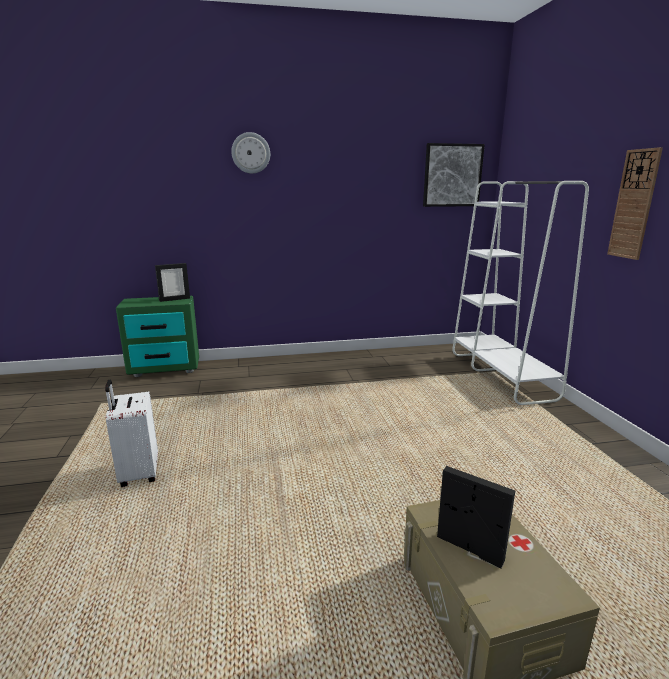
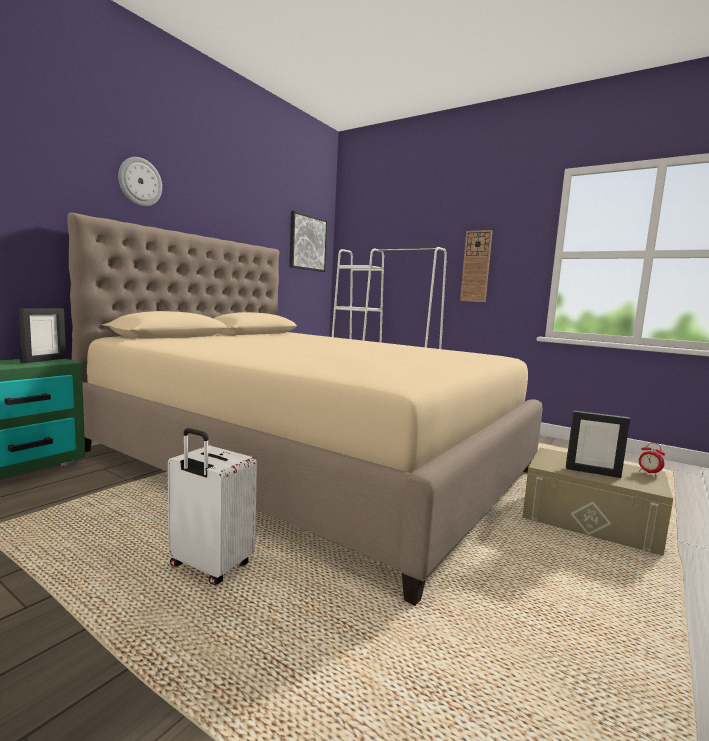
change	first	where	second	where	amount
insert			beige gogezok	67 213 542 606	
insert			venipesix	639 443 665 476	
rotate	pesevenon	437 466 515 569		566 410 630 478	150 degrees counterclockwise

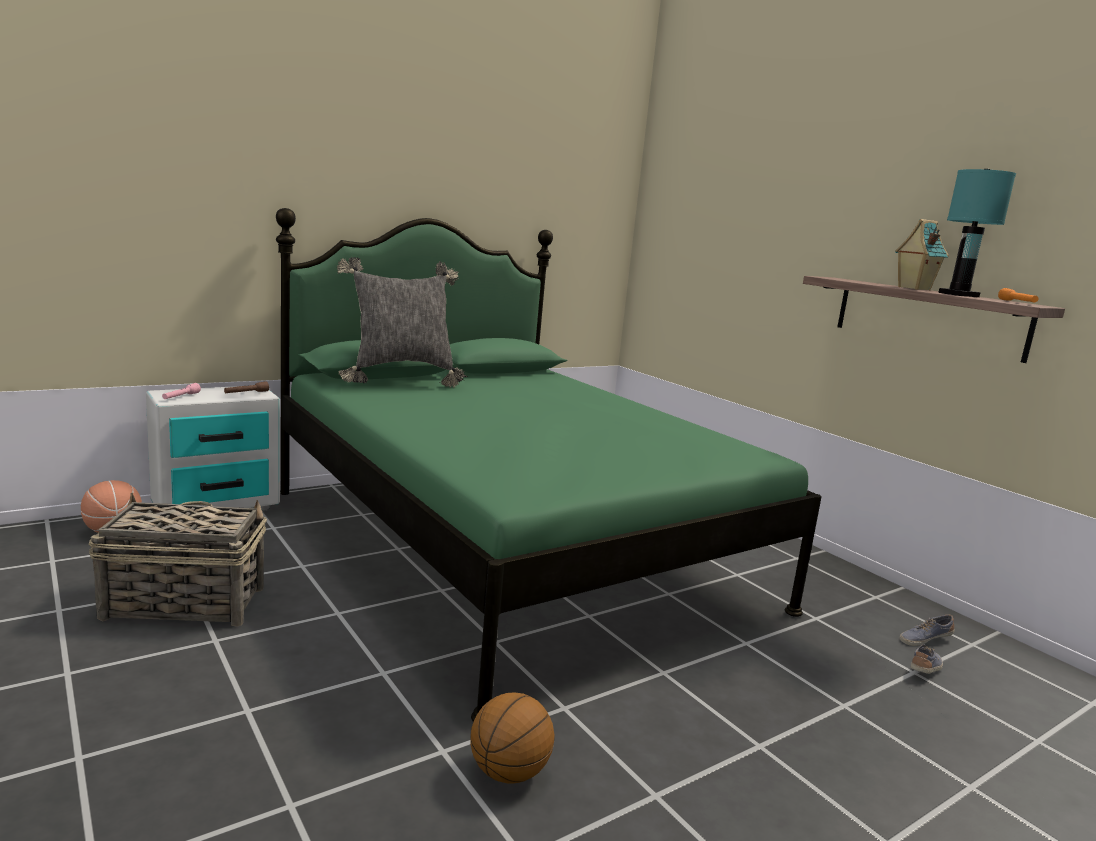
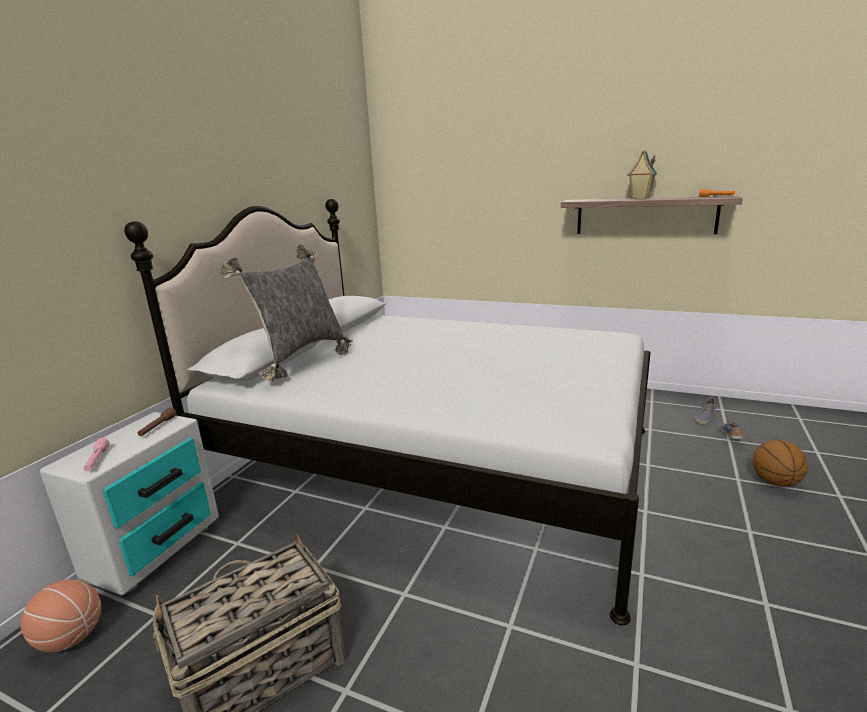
change	first	where	second	where	amount
delete	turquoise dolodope	938 169 1016 297			
move	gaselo	470 693 554 783		753 440 808 487	
recolor	green gogezok	276 208 822 722	white gogezok	124 199 651 625	

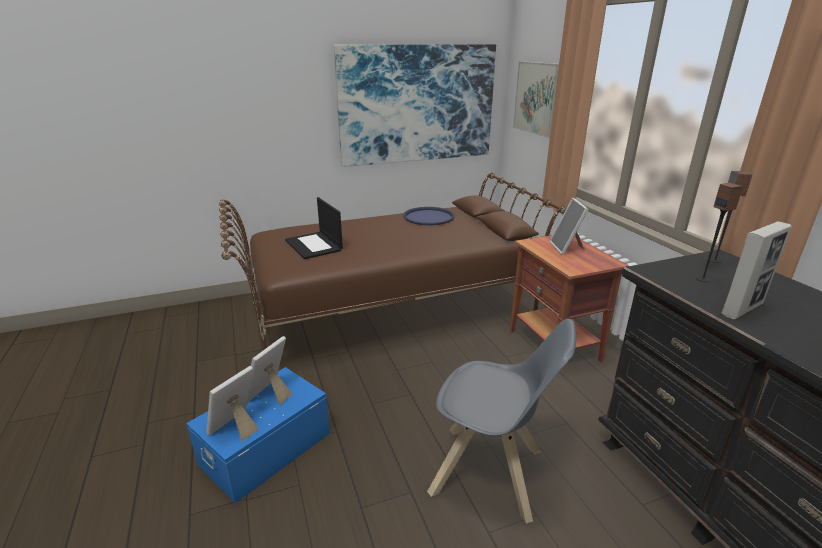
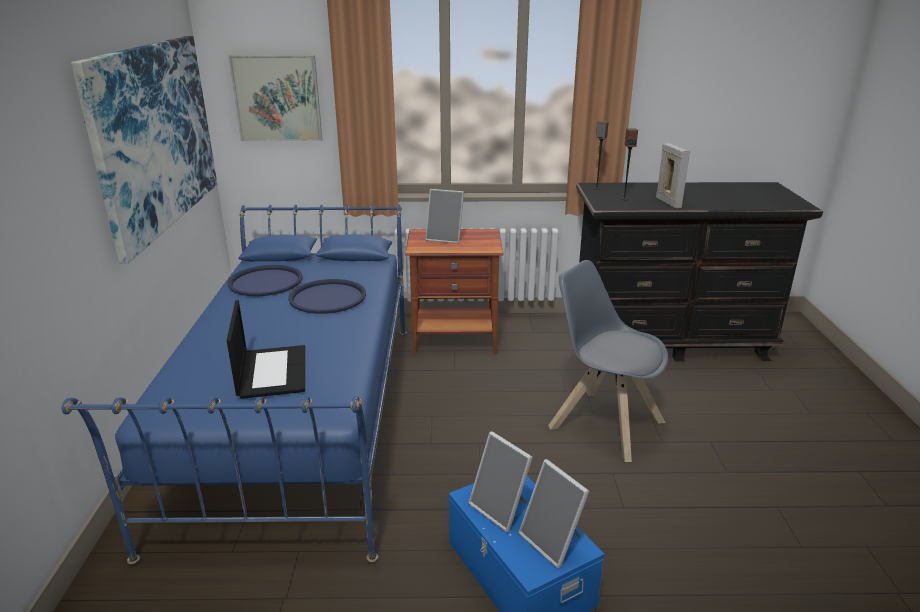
change	first	where	second	where	amount
insert			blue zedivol	288 279 366 314	
recolor	brown gogezok	219 173 566 351	blue gogezok	61 204 407 565	
rotate	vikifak	285 197 343 259		227 300 305 399	90 degrees counterclockwise
rotate	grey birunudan	427 319 576 524		548 260 668 462	90 degrees counterclockwise

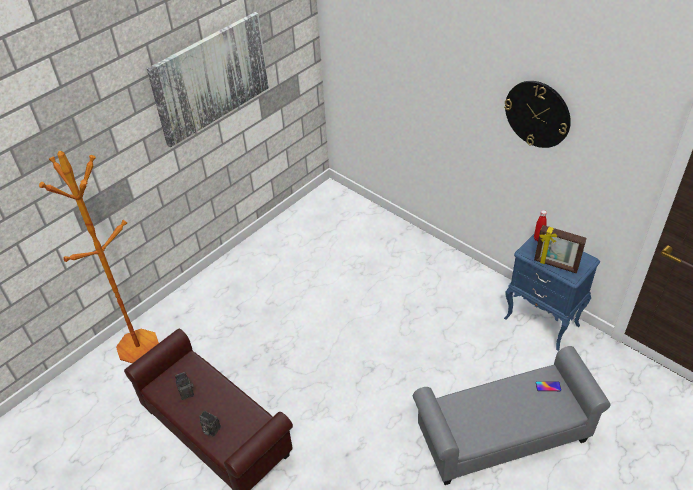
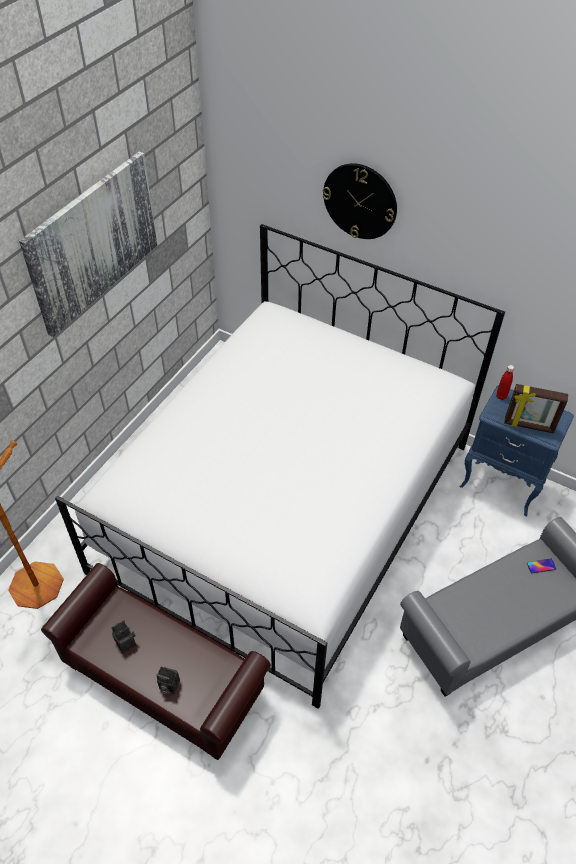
change	first	where	second	where	amount
insert			white gogezok	55 224 505 709	
move	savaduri	504 81 571 148		323 163 397 239	

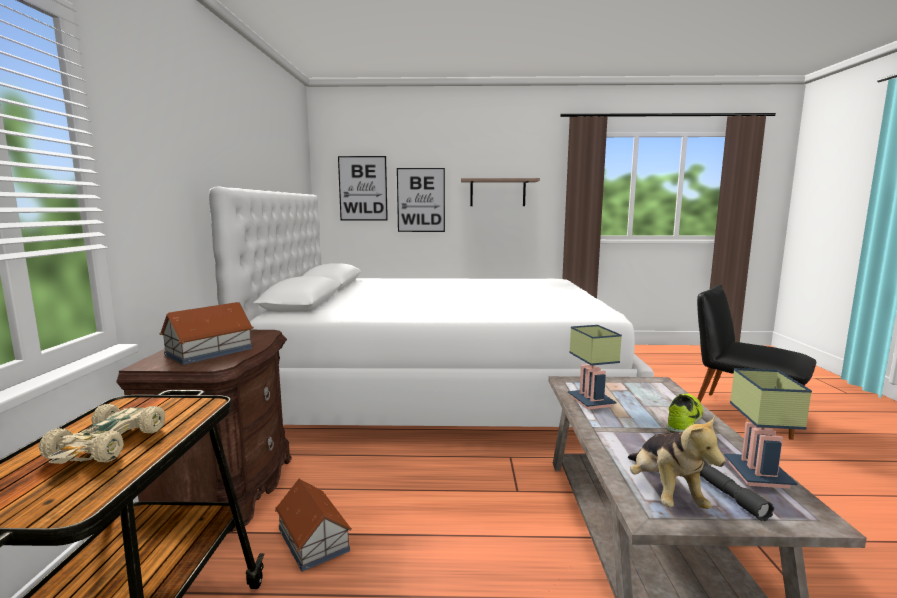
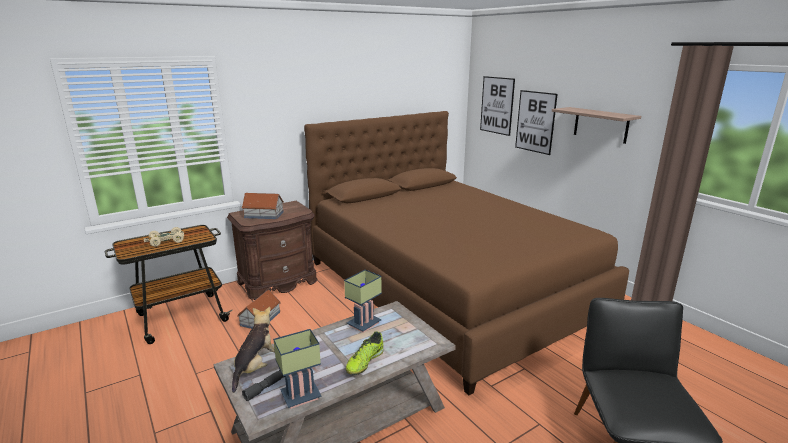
change	first	where	second	where	amount
recolor	white gogezok	209 186 654 427	brown gogezok	304 111 629 395	
rotate	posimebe	628 415 726 509		232 307 275 393	150 degrees clockwise
rotate	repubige	666 394 703 433		346 331 384 375	120 degrees clockwise

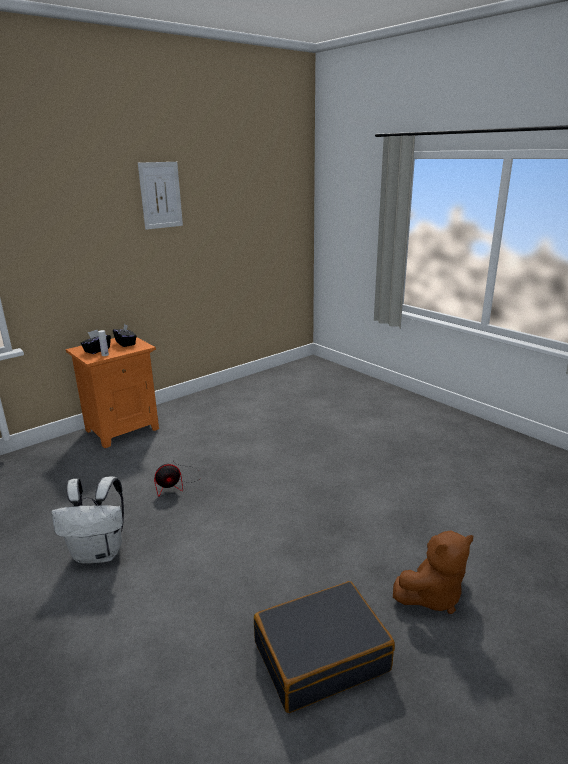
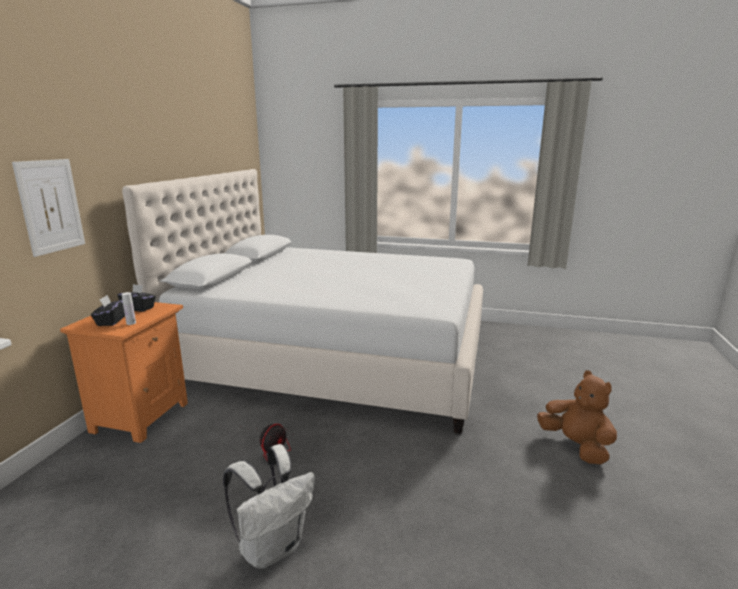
change	first	where	second	where	amount
delete	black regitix	254 581 395 713			
insert			white gogezok	122 169 483 434	
move	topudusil	138 162 183 230		12 159 85 257	
rotate	brown posimebe	393 530 473 614		537 370 617 464	60 degrees counterclockwise

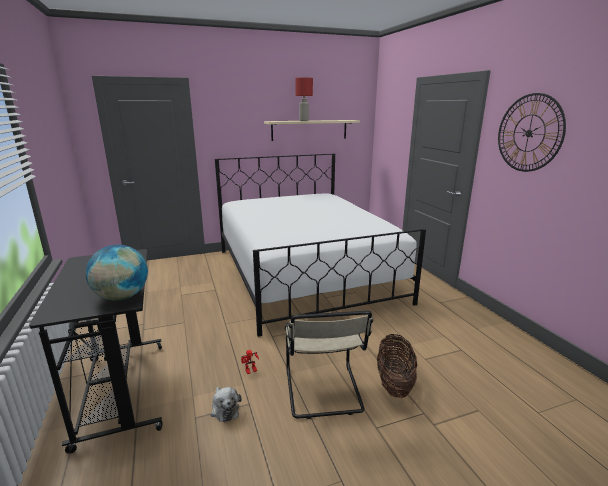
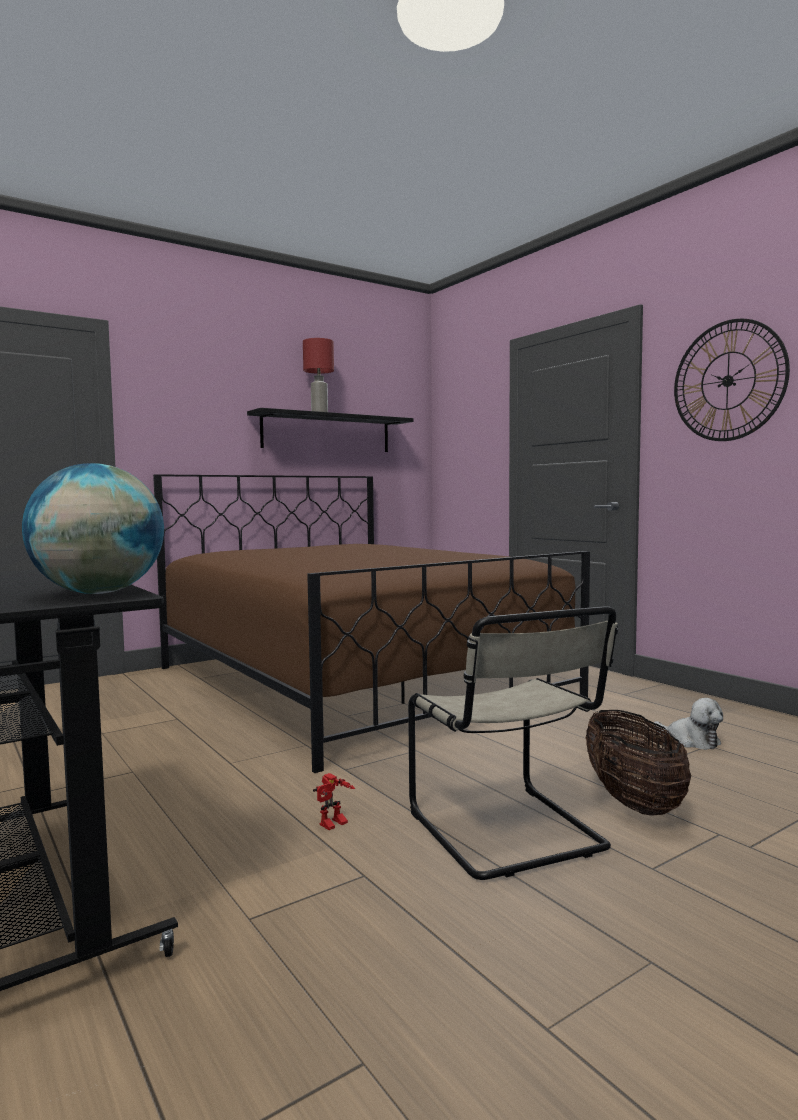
change	first	where	second	where	amount
move	posimebe	211 387 242 422		654 698 723 750	
recolor	white gogezok	215 154 426 337	brown gogezok	153 474 590 773	
recolor	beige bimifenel	264 120 360 141	black bimifenel	247 408 413 452	

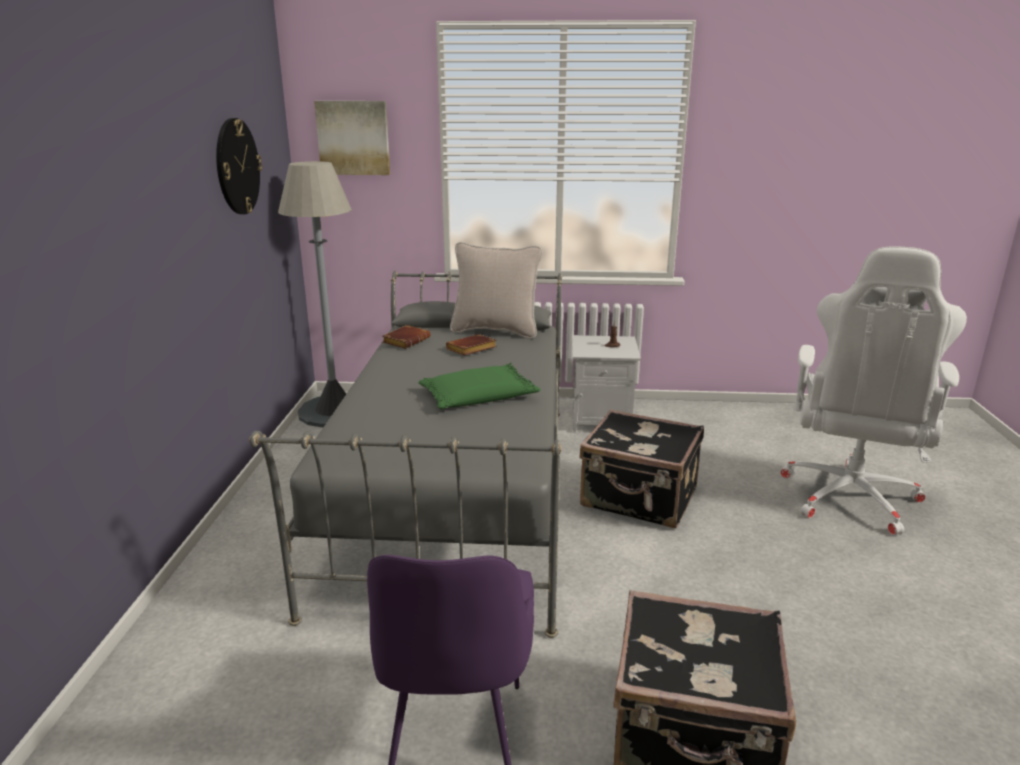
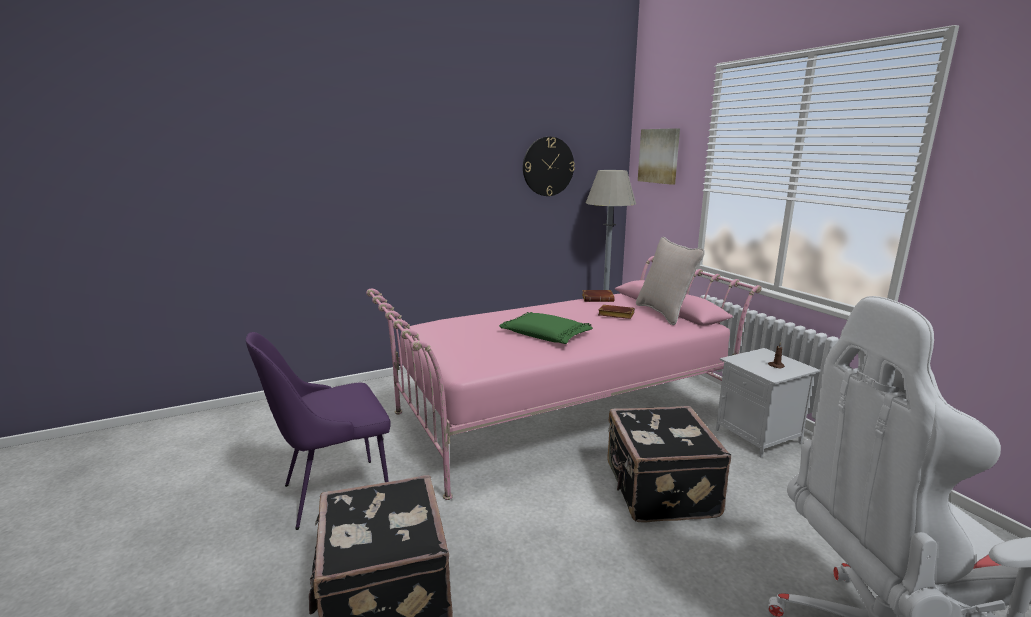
change	first	where	second	where	amount
recolor	grey gogezok	249 271 562 638	pink gogezok	366 256 762 500	

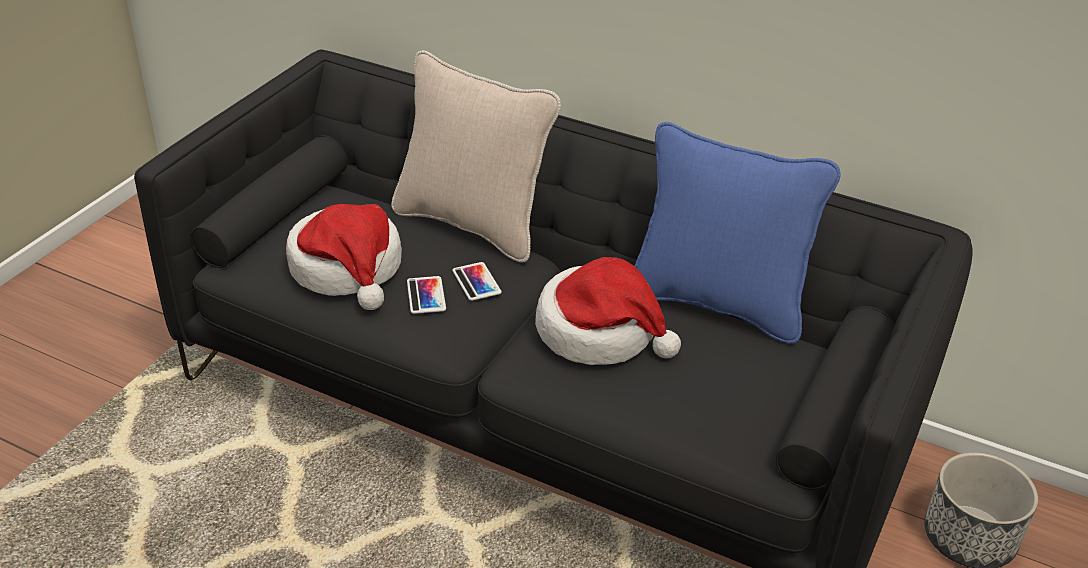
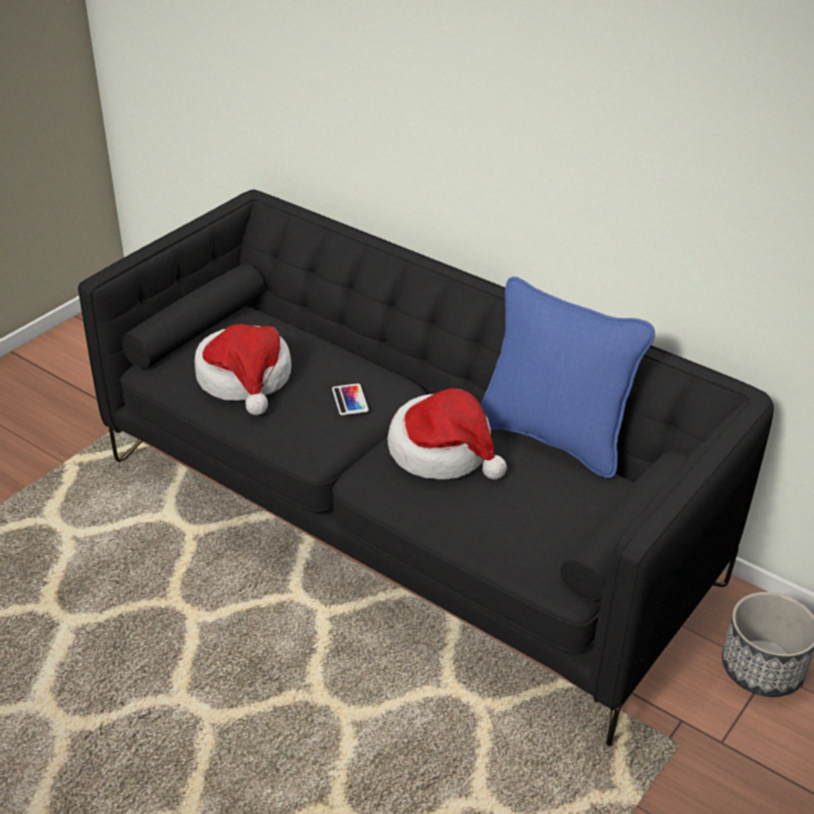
change	first	where	second	where	amount
delete	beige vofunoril	391 50 561 263			
delete	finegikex	407 276 446 314			

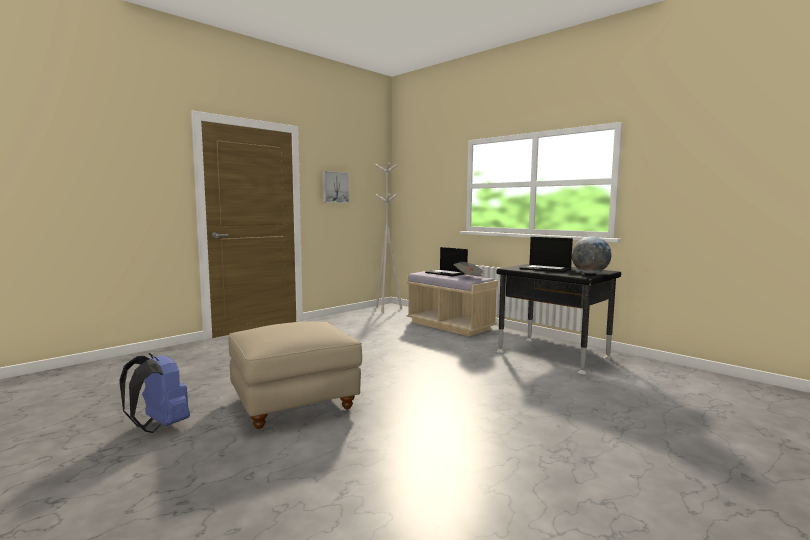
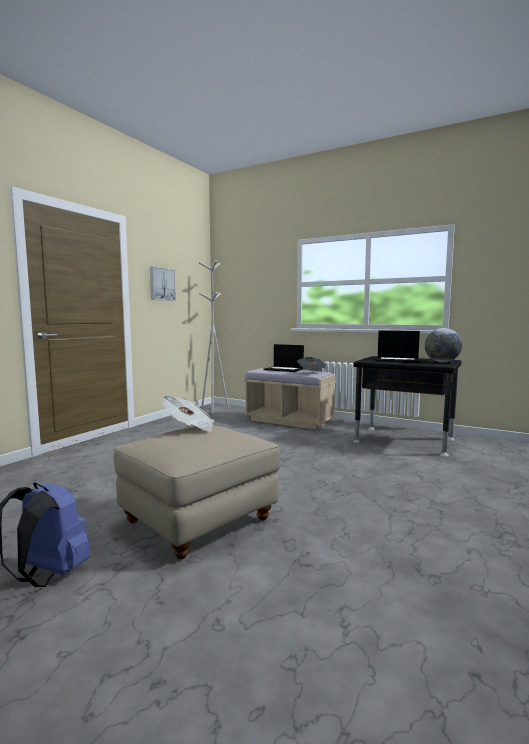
change	first	where	second	where	amount
insert			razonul	162 395 214 431	

